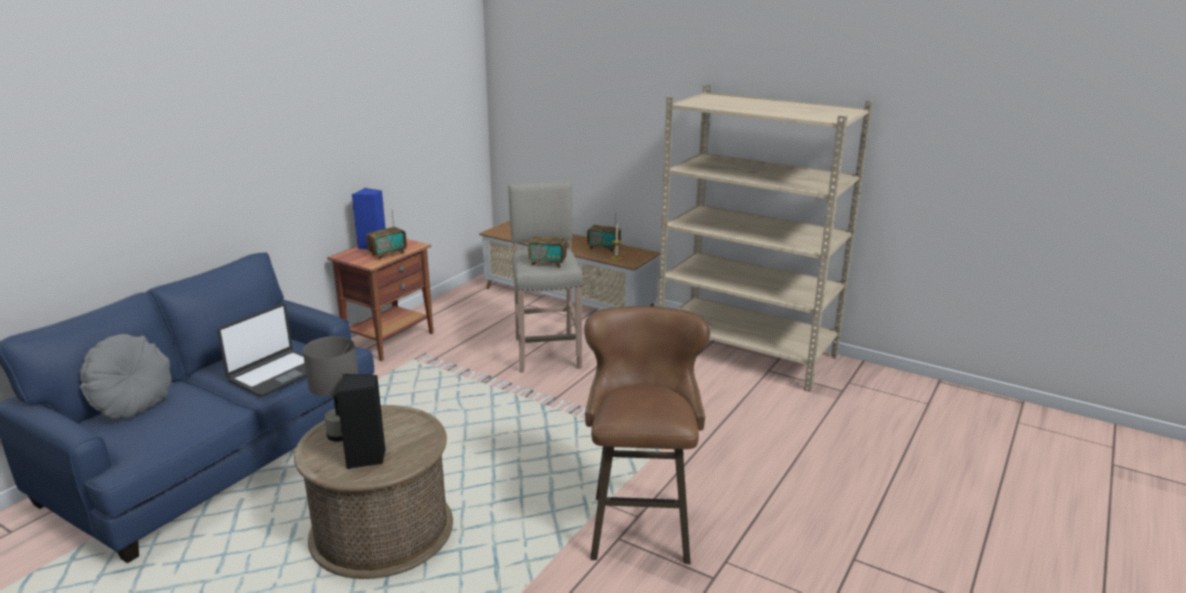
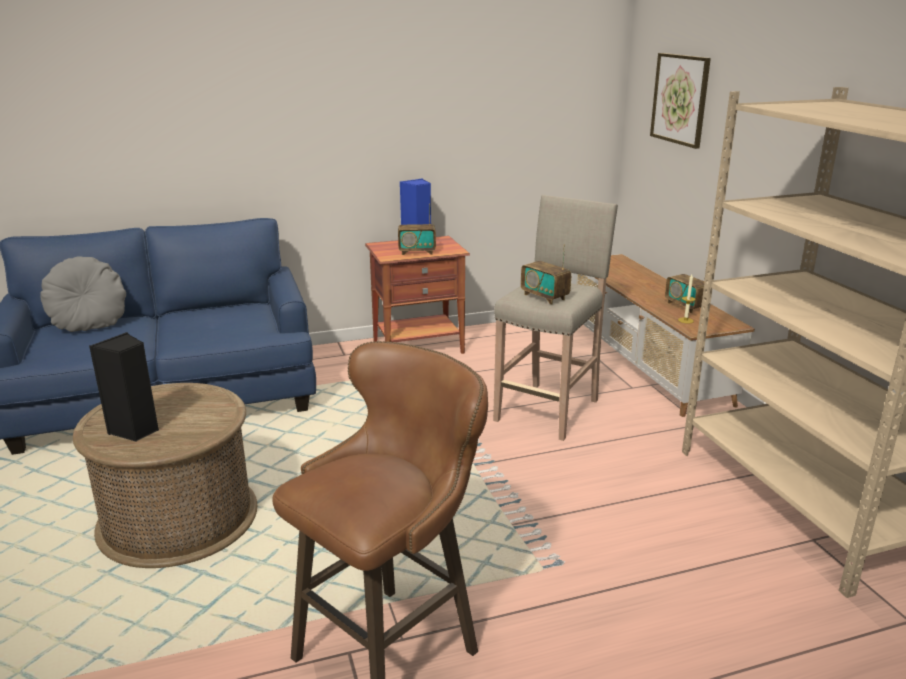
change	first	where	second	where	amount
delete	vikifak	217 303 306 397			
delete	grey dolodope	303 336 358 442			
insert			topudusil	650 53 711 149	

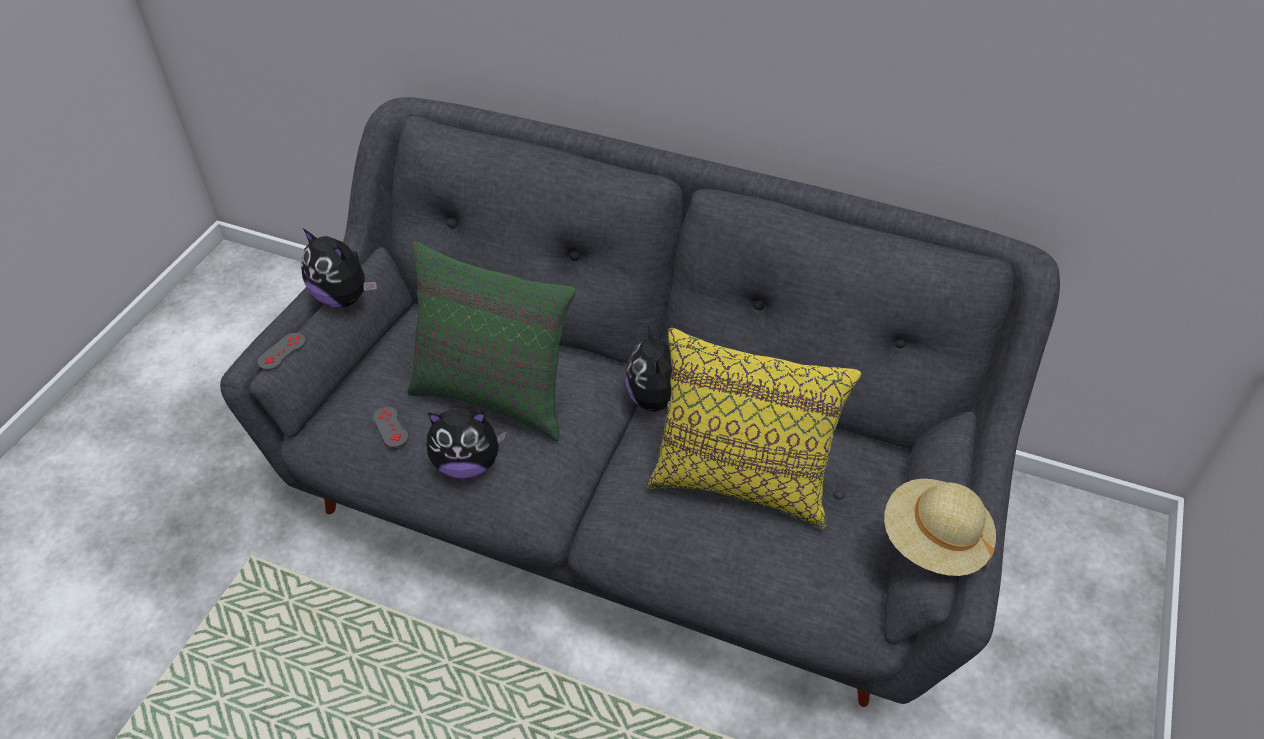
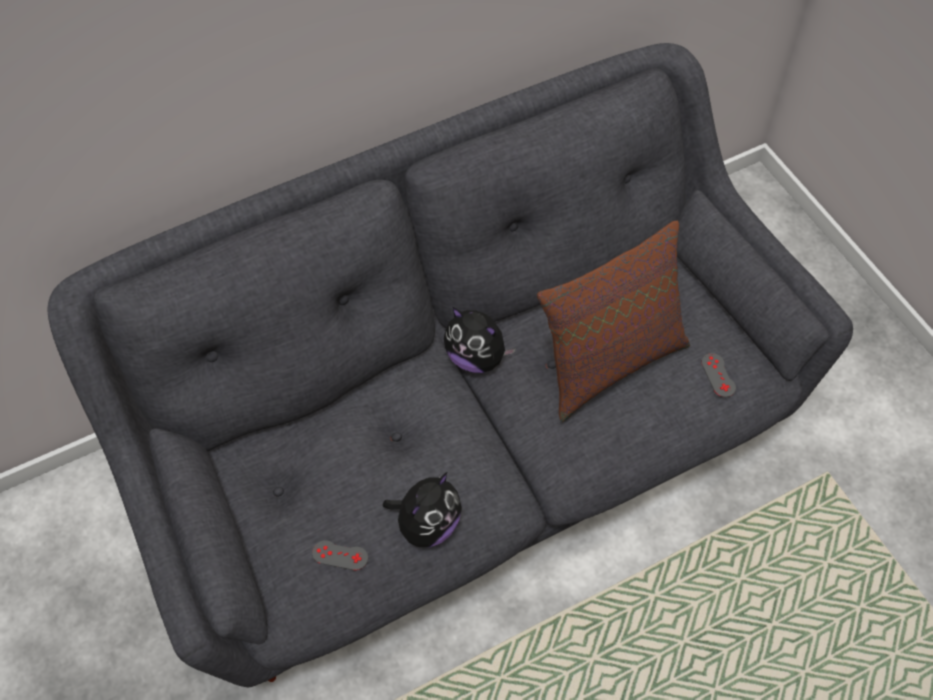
change	first	where	second	where	amount
delete	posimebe	301 229 377 308			
delete	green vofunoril	407 241 576 441			
delete	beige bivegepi	884 479 996 576			
move	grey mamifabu	258 333 306 370		701 353 736 397	
recolor	yellow vofunoril	647 328 861 530	brown vofunoril	537 221 690 422	

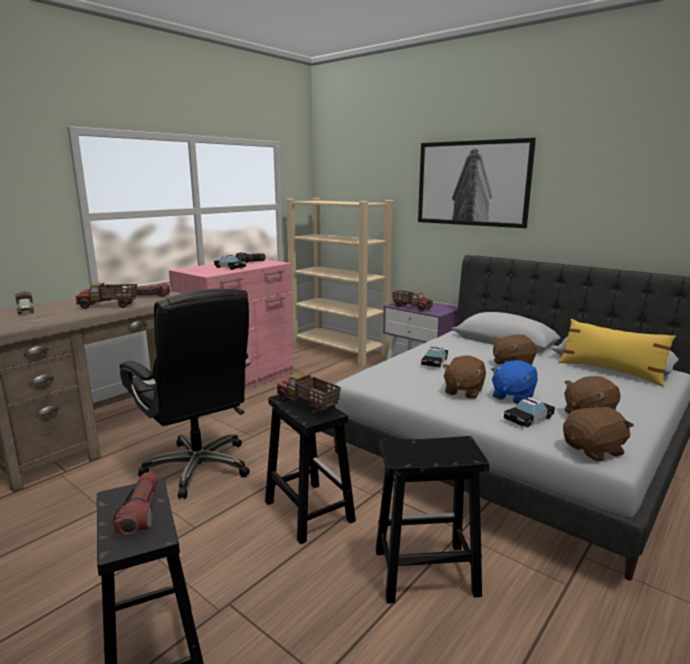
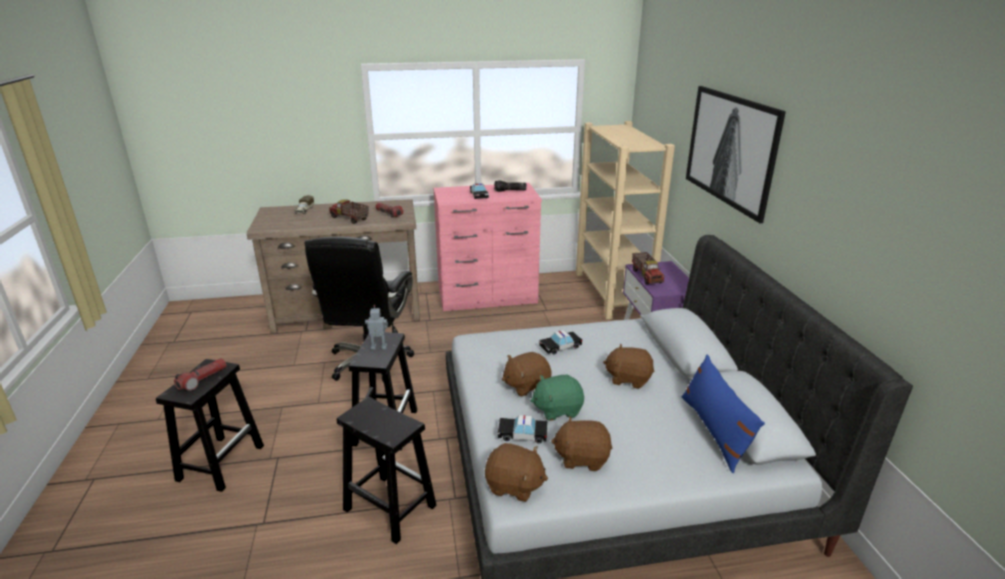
change	first	where	second	where	amount
replace	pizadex	277 373 341 415	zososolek	365 305 388 350	
recolor	blue posimebe	491 360 538 404	green posimebe	530 375 584 421	
recolor	yellow vofunoril	559 319 676 386	blue vofunoril	681 354 765 473	

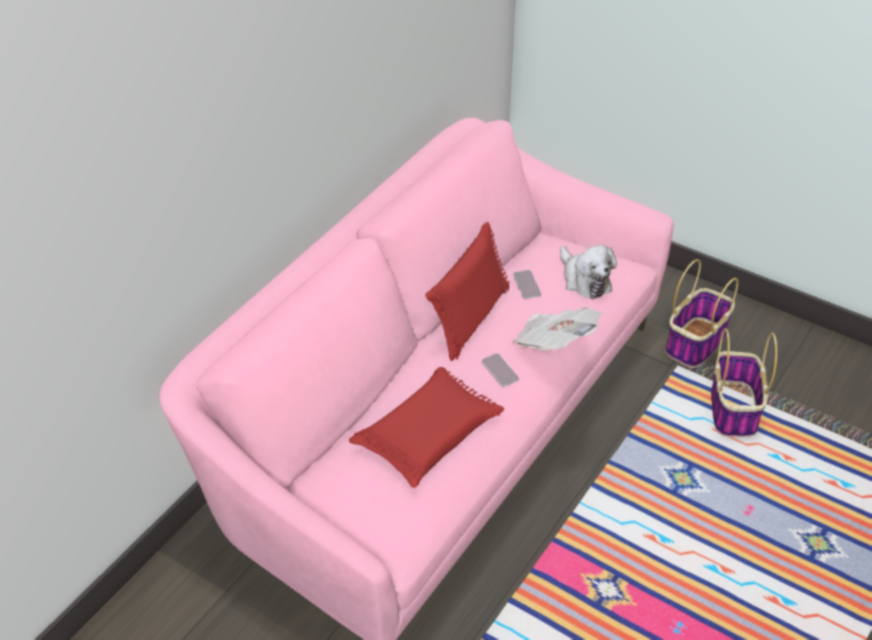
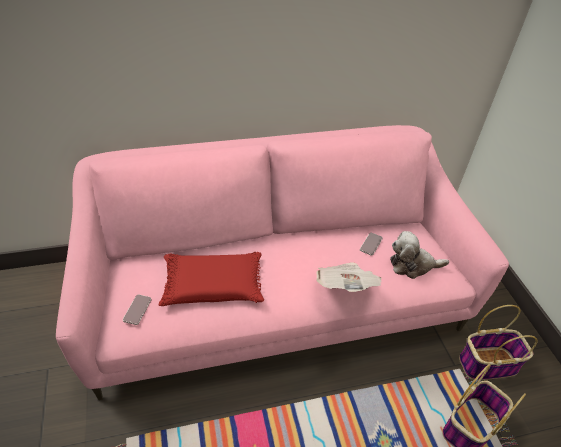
change	first	where	second	where	amount
delete	red vofunoril	426 222 509 361			
move	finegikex	482 353 519 387		123 295 151 325	
rotate	posimebe	560 245 617 299		390 231 449 279	75 degrees clockwise

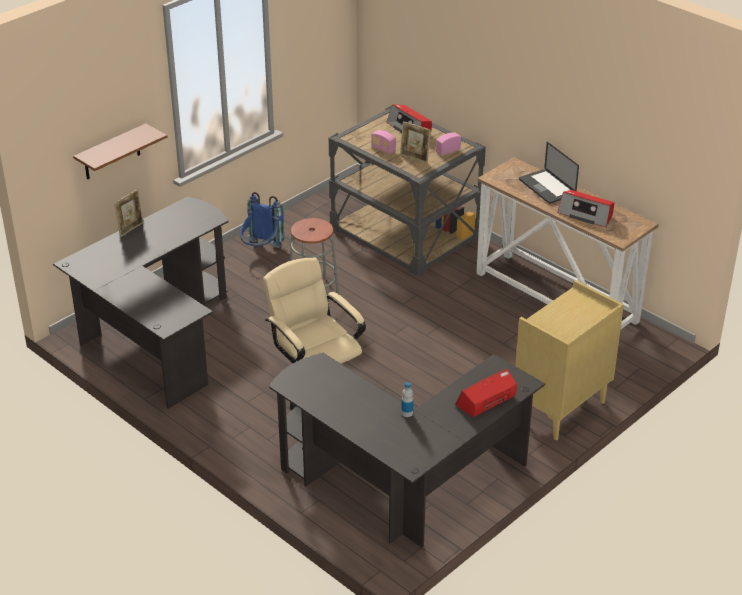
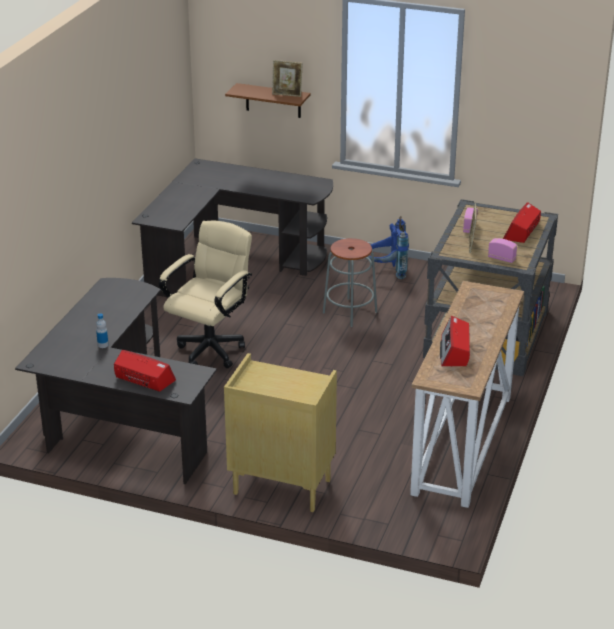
change	first	where	second	where	amount
delete	vikifak	519 142 579 204			
move	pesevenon	114 189 144 237		272 60 303 97	

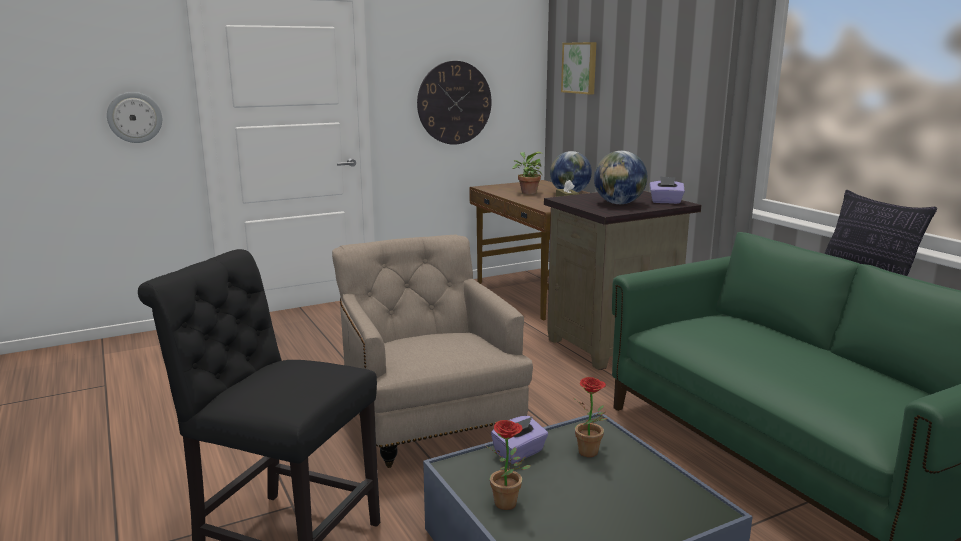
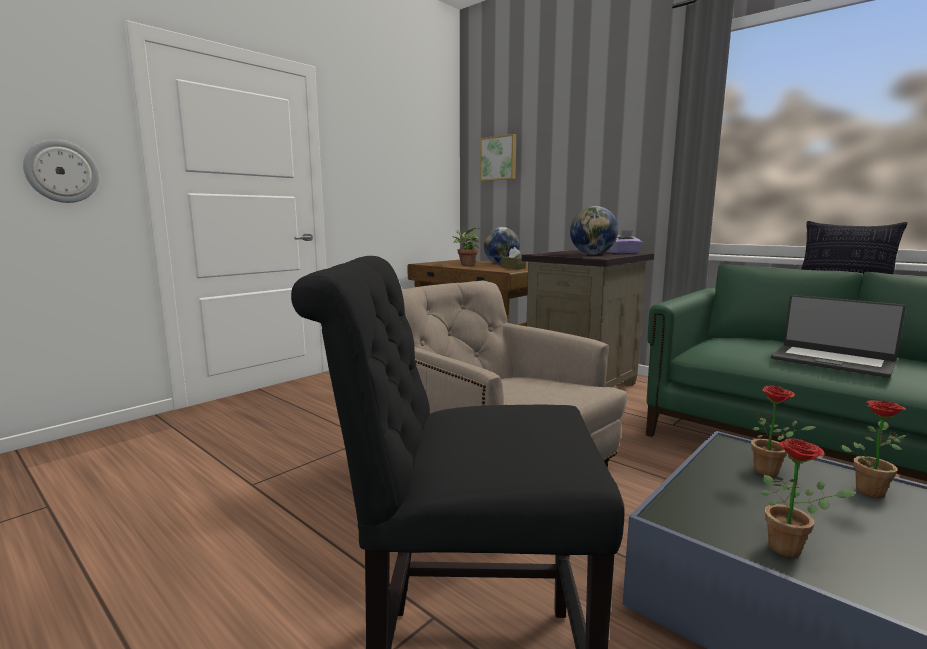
change	first	where	second	where	amount
delete	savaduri	417 61 491 145			
delete	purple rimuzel	491 416 548 464			
insert			vikifak	771 295 906 378	
insert			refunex	839 400 907 498	

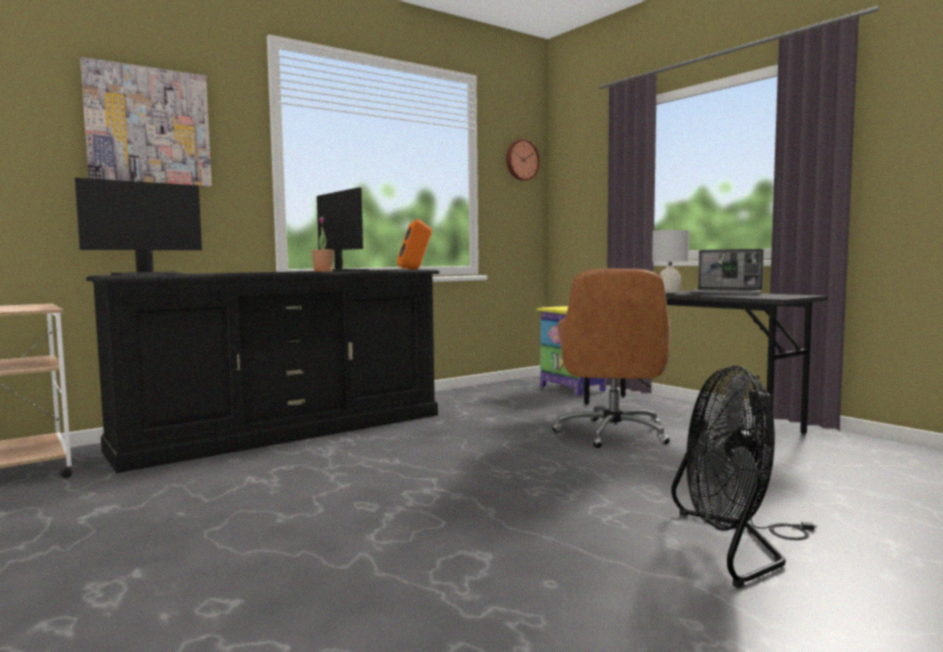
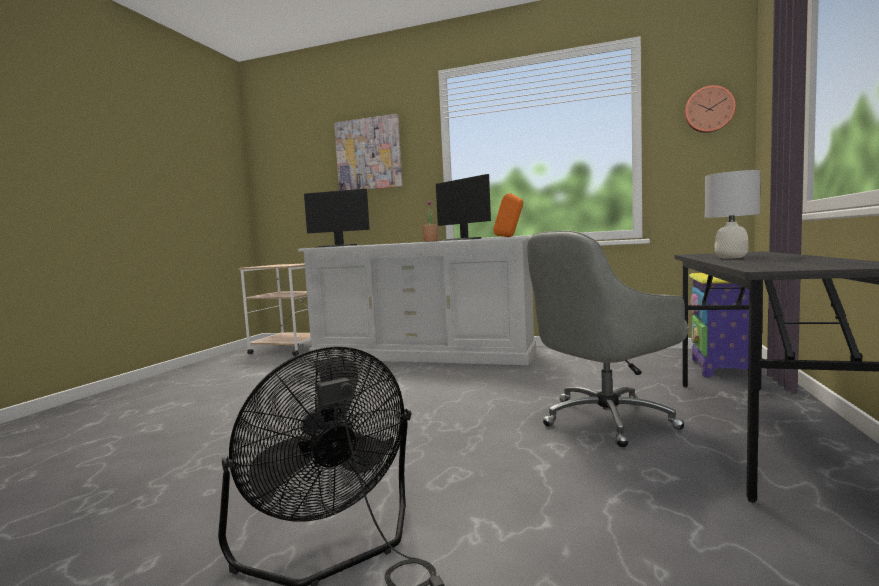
change	first	where	second	where	amount
delete	vikifak	690 249 764 295			
recolor	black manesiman	86 269 439 473	white manesiman	298 236 536 365	
recolor	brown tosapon	552 268 670 448	grey tosapon	527 231 689 447	
rotate	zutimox	317 187 373 271		436 174 491 241	120 degrees clockwise

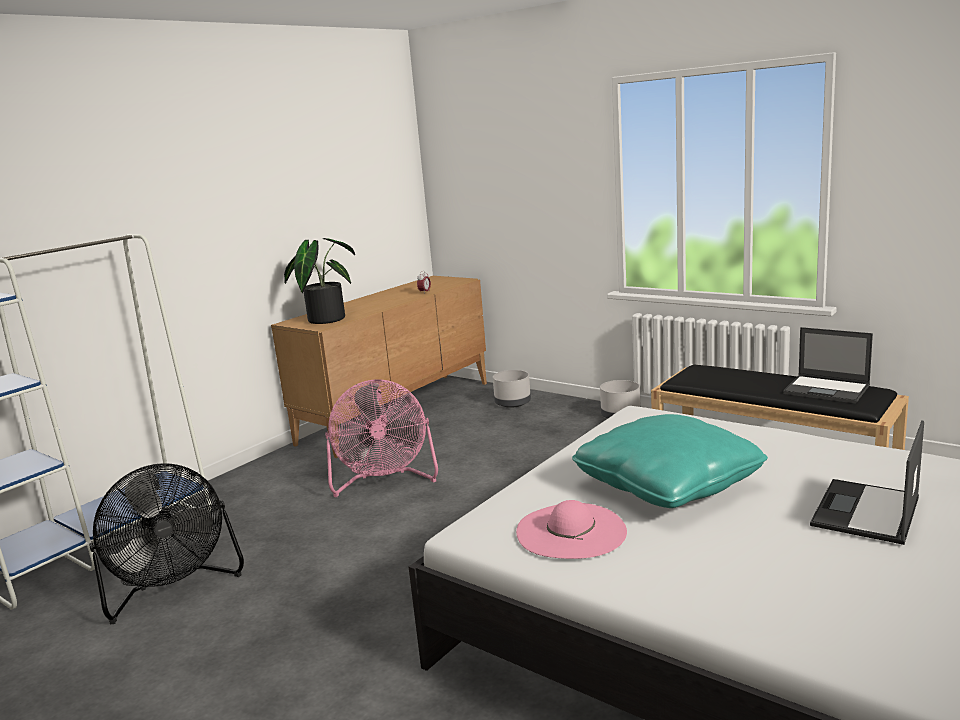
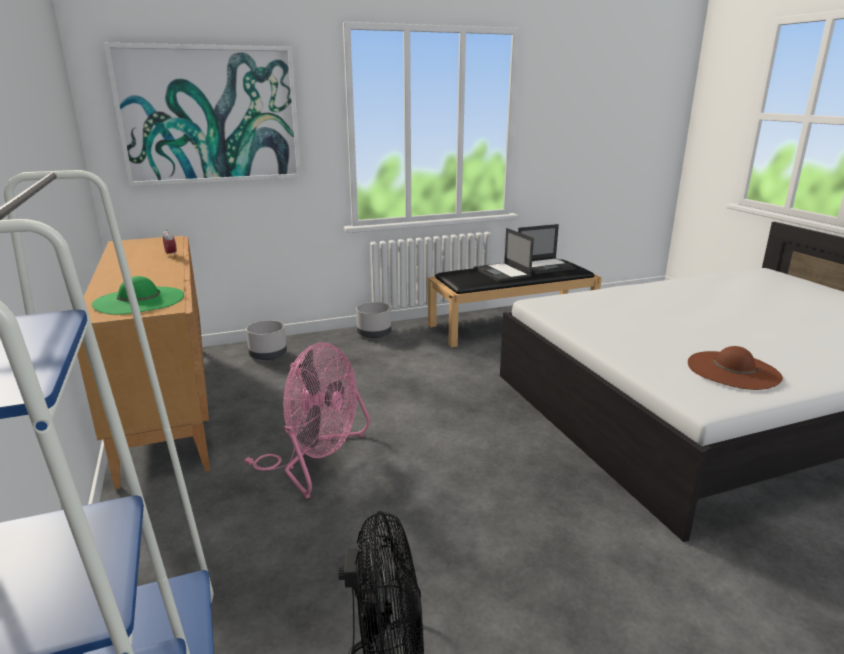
change	first	where	second	where	amount
delete	turquoise vofunoril	572 414 768 508			
insert			topudusil	104 43 301 186	
move	vikifak	810 420 924 545		474 228 534 282	
replace	refunex	284 238 355 324	green bivegepi	92 276 184 315	
recolor	pink bivegepi	516 500 627 559	brown bivegepi	688 346 783 390	

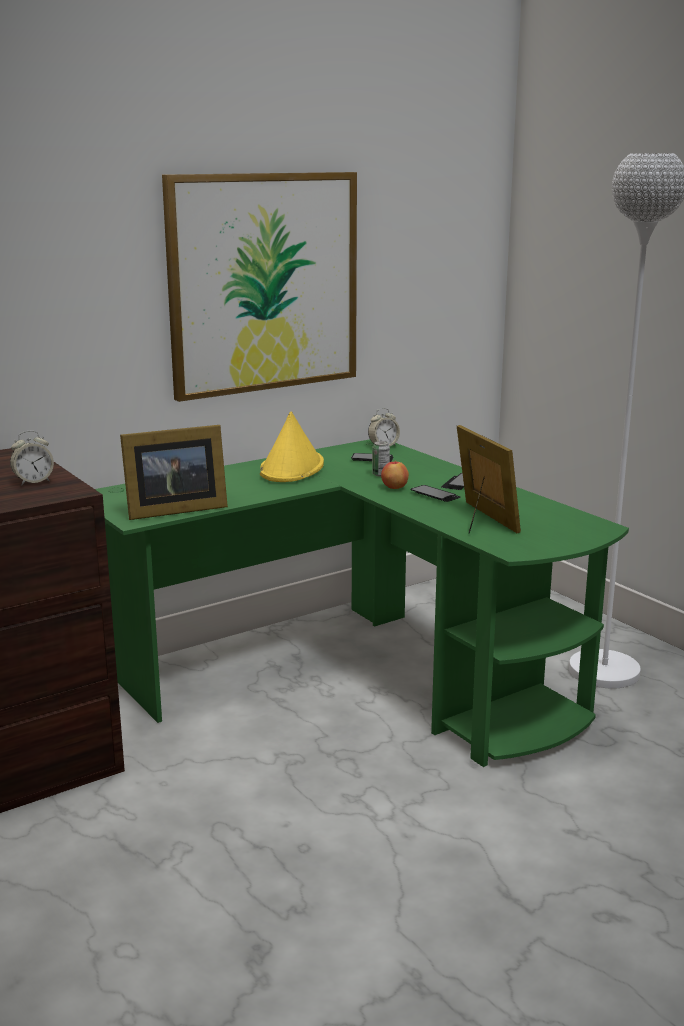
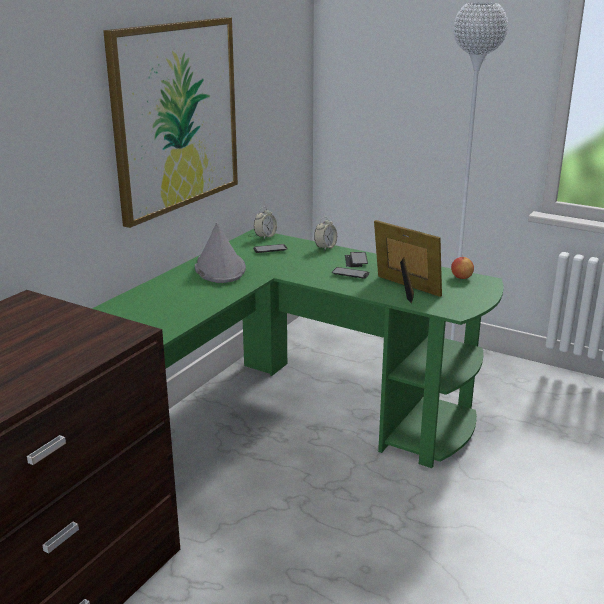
change	first	where	second	where	amount
delete	pesevenon	120 425 228 520			
delete	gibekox	372 441 390 477			
move	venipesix	10 431 54 486		314 217 337 250	
move	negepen	381 460 409 489		451 257 474 279	
recolor	yellow bivegepi	260 412 324 482	grey bivegepi	195 223 246 283	

